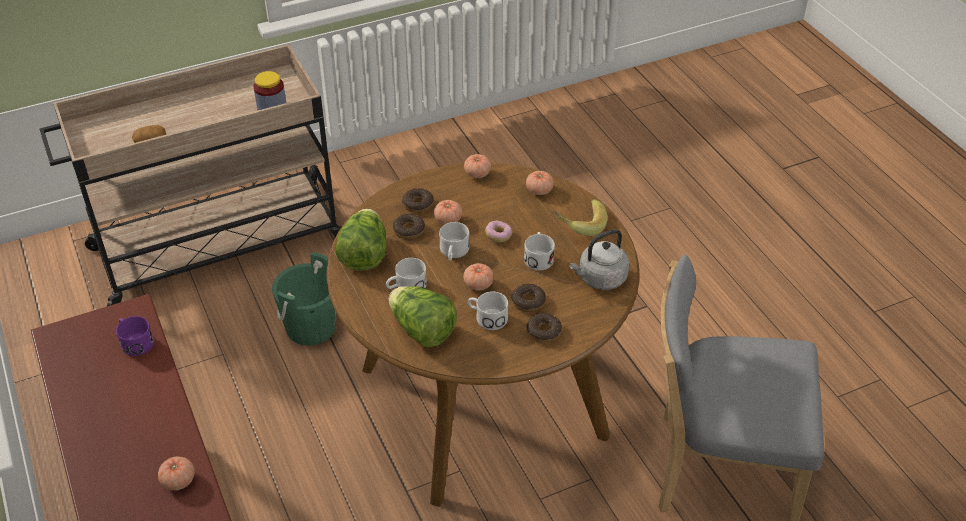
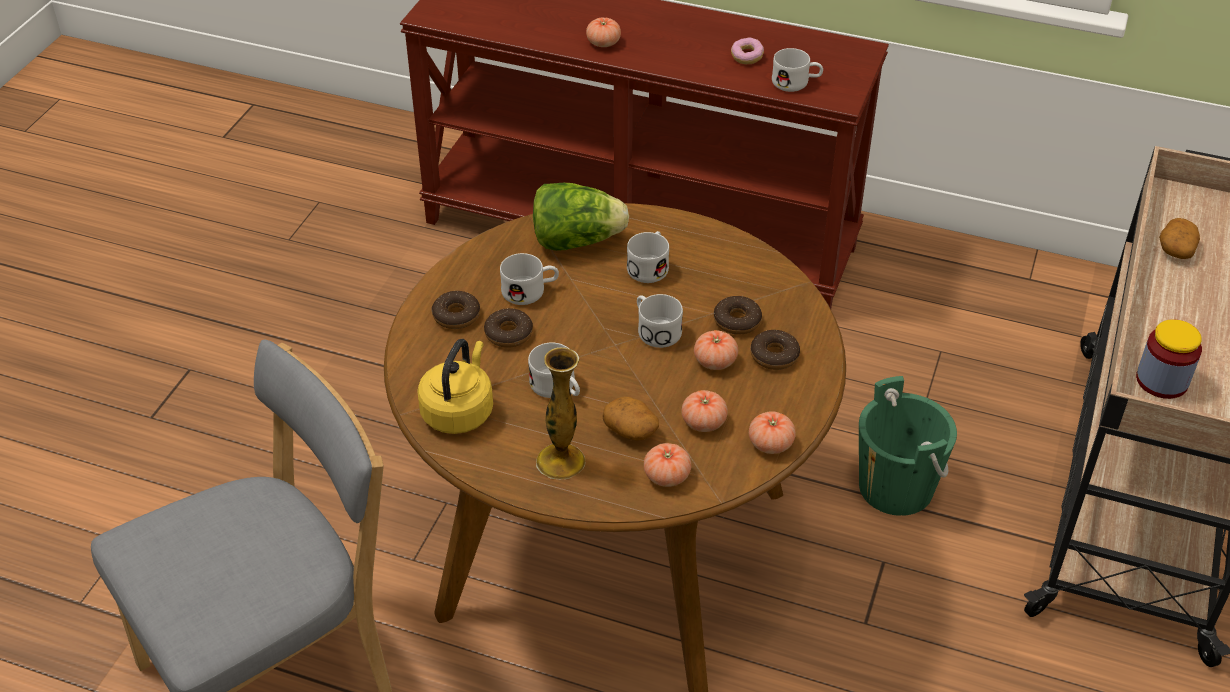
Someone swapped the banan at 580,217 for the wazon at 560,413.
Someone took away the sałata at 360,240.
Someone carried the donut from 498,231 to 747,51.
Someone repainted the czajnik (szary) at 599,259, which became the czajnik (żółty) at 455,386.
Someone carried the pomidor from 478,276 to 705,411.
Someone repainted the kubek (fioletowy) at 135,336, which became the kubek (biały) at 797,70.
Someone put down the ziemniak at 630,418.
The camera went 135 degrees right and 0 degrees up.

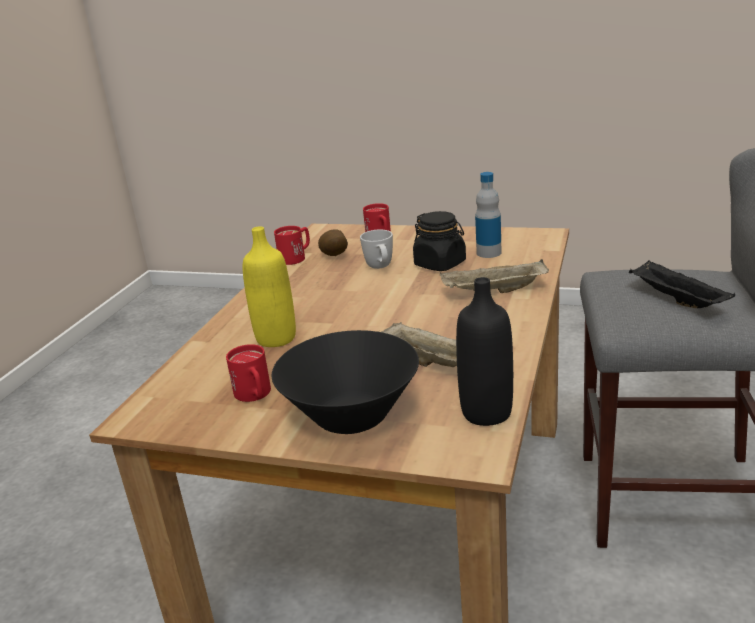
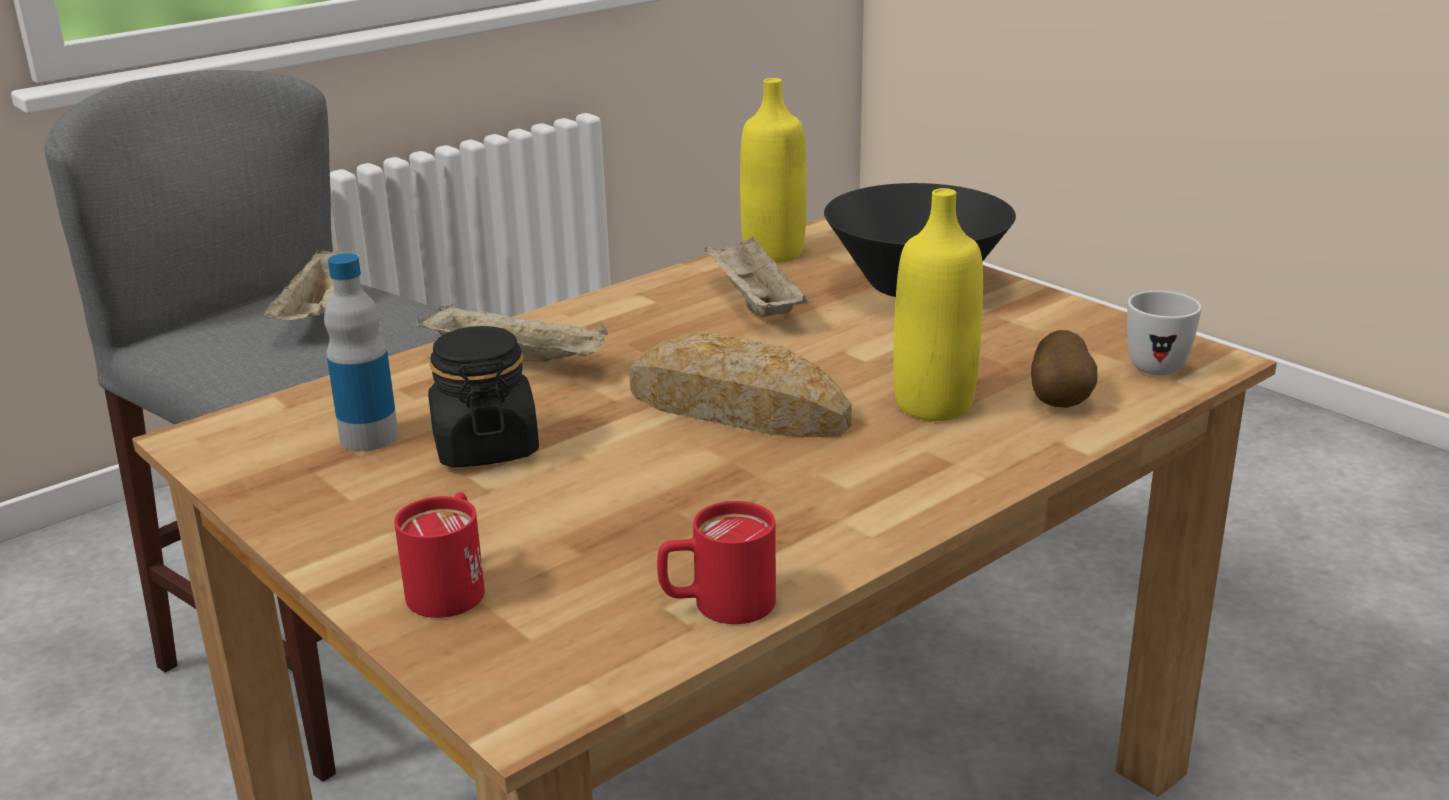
Someone carried the ziemniak from 333,242 to 1064,369.
Someone carried the kubek (biały) from 376,249 to 1164,333.
Someone repainted the taca (czarny) at 682,284, which became the taca (beżowy) at 311,284.
Someone repainted the butelka (czarny) at 484,351, which became the butelka (żółty) at 773,170.
Someone took away the kubek (czerwony) at 248,373.
Someone put down the chleb at 740,384.
The camera went 150 degrees left and 0 degrees up.

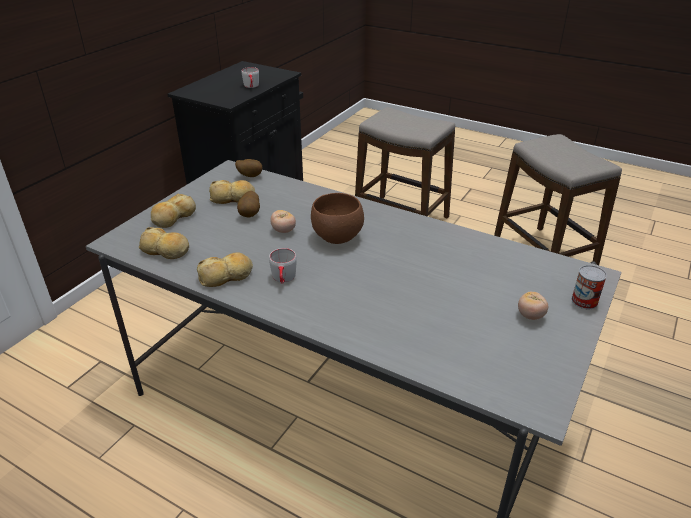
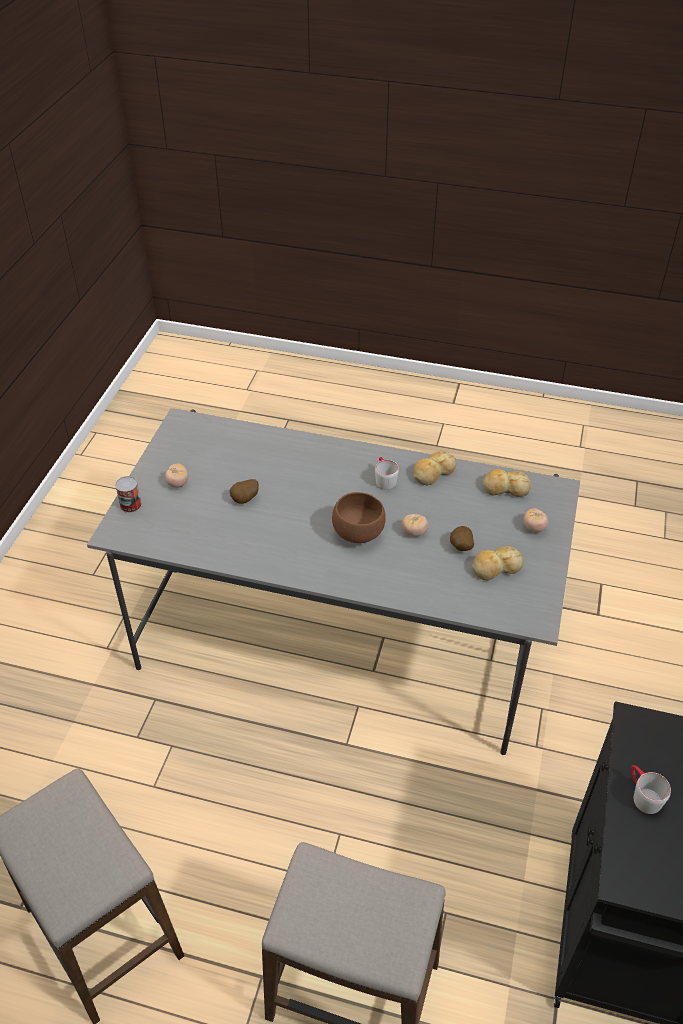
Someone carried the ziemniak from 248,168 to 244,491.
Someone swapped the chleb at 173,210 for the pomidor at 535,520.
The camera went 165 degrees right and 10 degrees up.

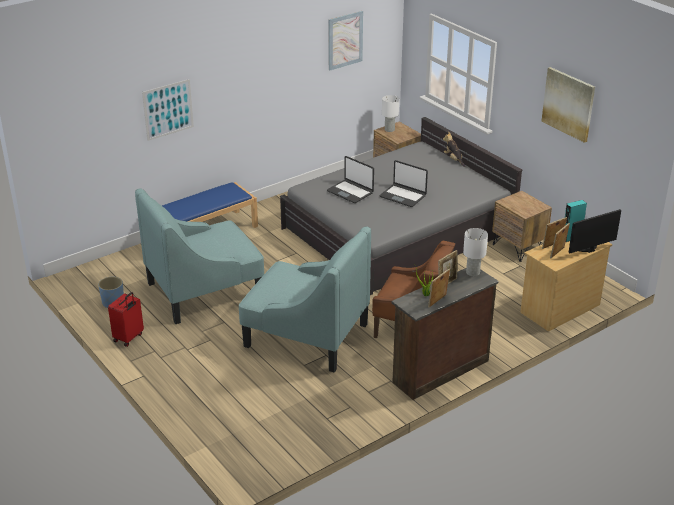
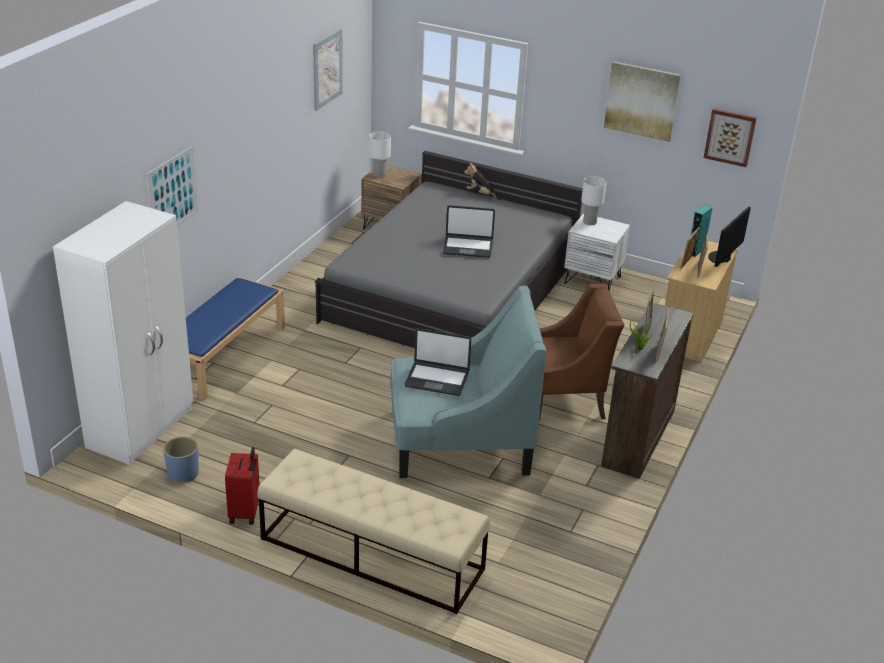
Someone carried the laptop from 350,179 to 438,362.
Someone took away the fotel (turkusowy) at 199,256.
Someone repainted the szafka nocna (brązowy) at 522,226, which became the szafka nocna (biały) at 597,252.
Someone carried the lampa stołowa (biały) from 475,252 to 594,200.
Someone put up the obraz at 730,137.
Someone put down the szafa (biały) at 123,333.
Someone put down the ławka (beżowy) at 374,531.
The camera went 30 degrees left and 0 degrees up.

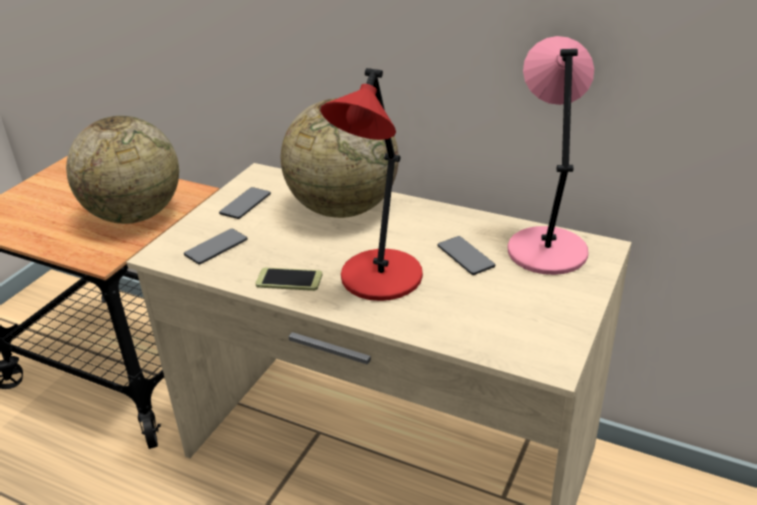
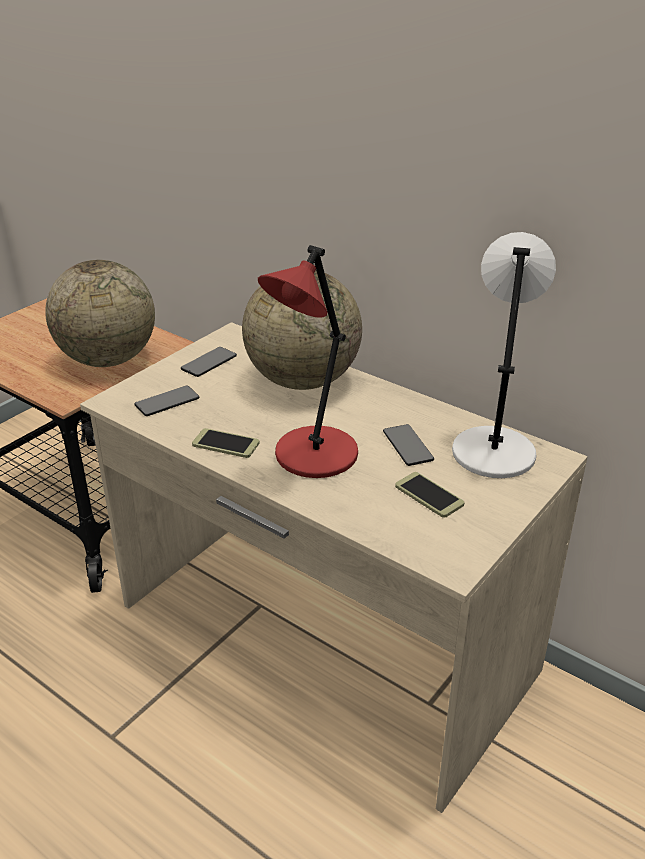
Someone repainted the lampa stołowa (różowy) at 551,155, which became the lampa stołowa (biały) at 504,355.
Someone put down the telefon at 430,495.
The camera went 10 degrees right and 0 degrees up.

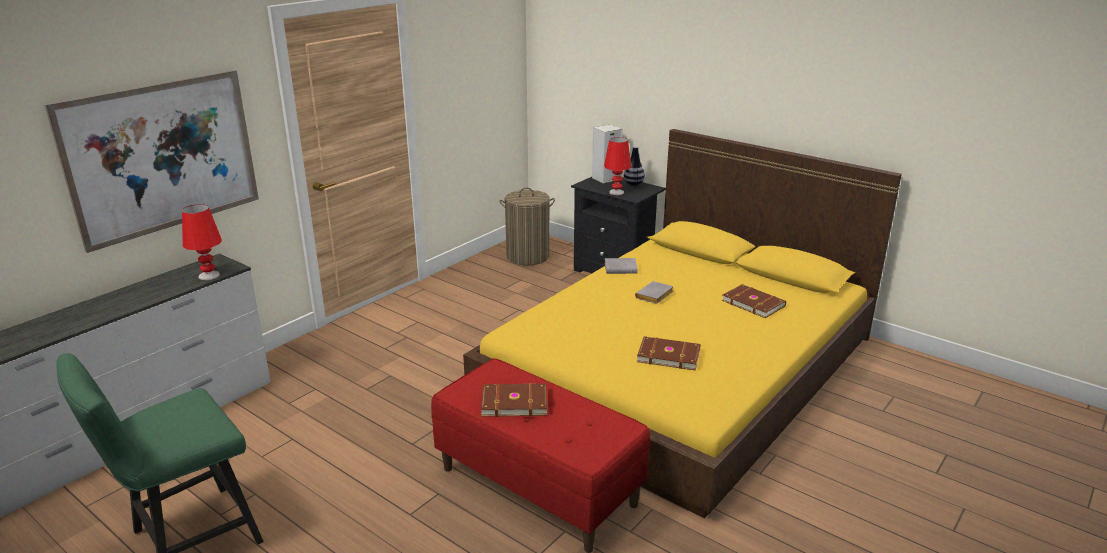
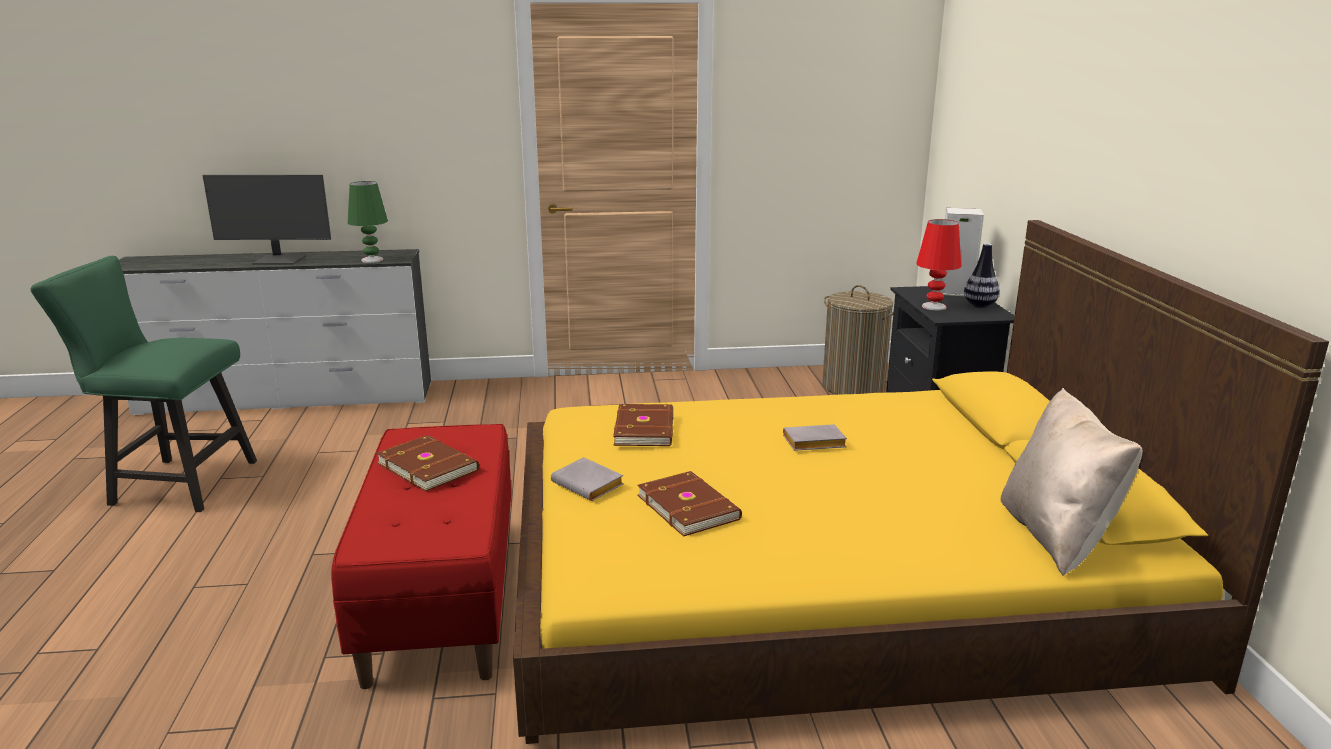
Someone took away the obraz at 151,161.
Someone repainted the lampa stołowa (czerwony) at 202,242, which became the lampa stołowa (zielony) at 368,222.
Someone carried the książka (szary) from 621,266 to 587,479.
Someone carried the książka (brązowy) from 754,301 to 643,425.
Someone put down the monitor at 267,219.
Someone put down the poduszka (beżowy) at 1072,482.
The camera went 45 degrees right and 5 degrees down.

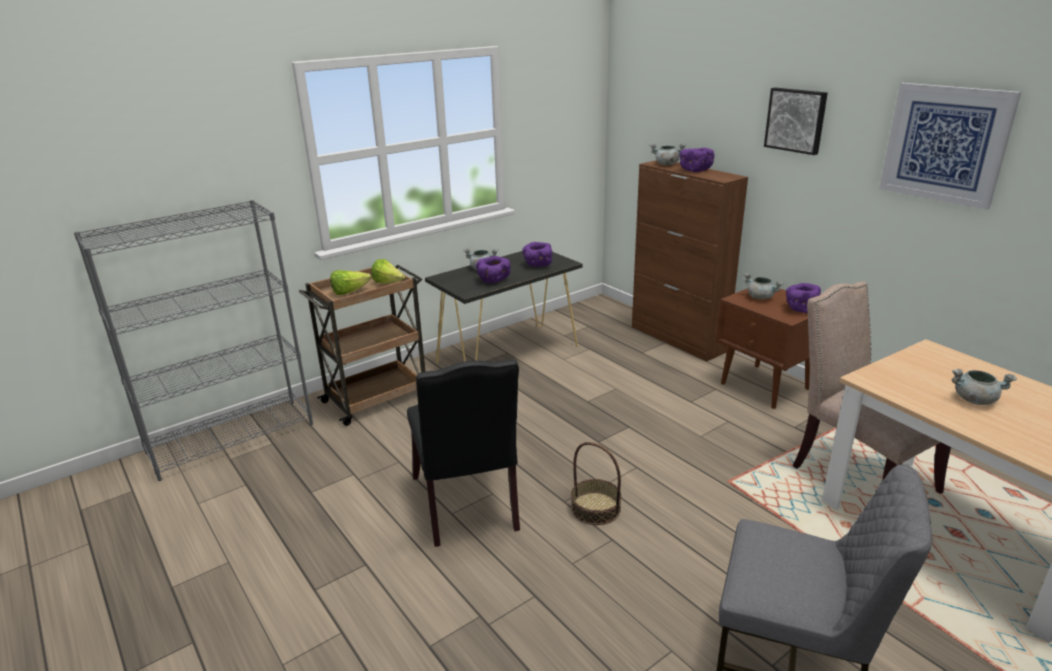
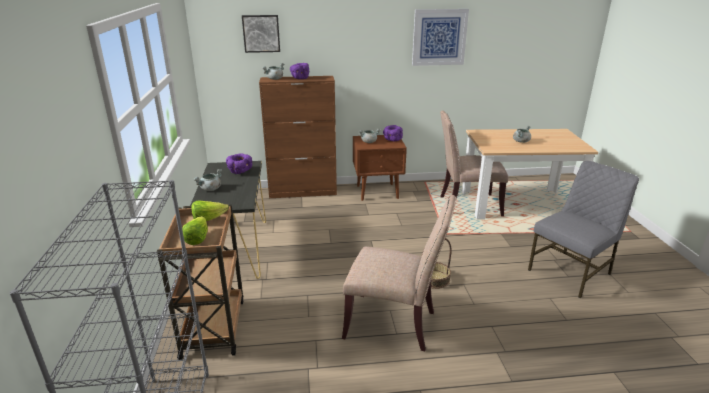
Someone carried the obraz from 796,121 to 261,34.
Someone took away the miska (fioletowy) at 493,269.
Someone repainted the krzesło (czarny) at 463,453, which became the krzesło (beżowy) at 399,273.
The camera went 60 degrees left and 0 degrees up.

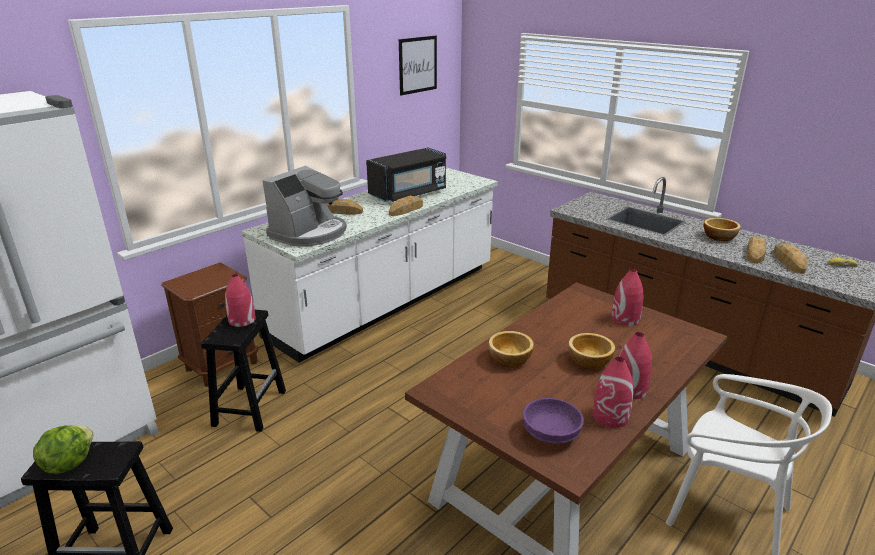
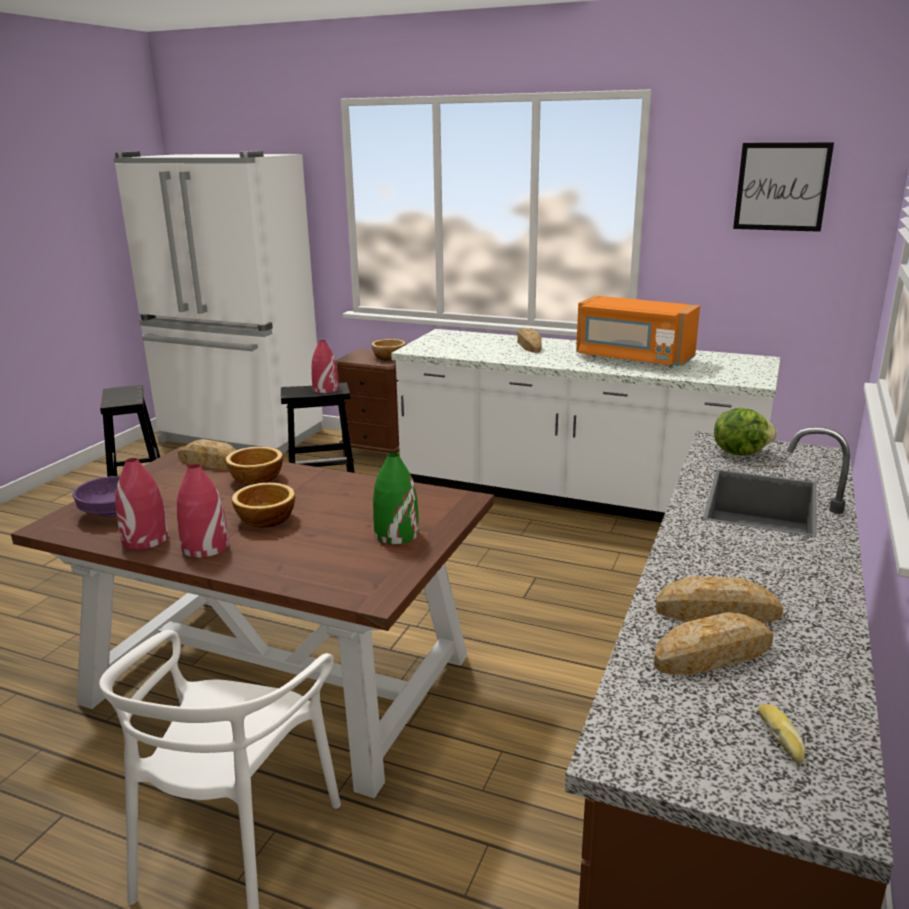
Someone repainted the mikrofalówka (czarny) at 406,175, which became the mikrofalówka (pomarańczowy) at 638,332.
Someone took away the ekspres do kawy at 304,206.
Someone carried the chleb from 406,206 to 207,454.
Someone carried the miska from 722,229 to 388,350.
Someone repainted the wazon (czerwony) at 627,297, which became the wazon (zielony) at 396,498.
Someone carried the sałata from 63,449 to 745,431.
The camera went 70 degrees right and 5 degrees down.

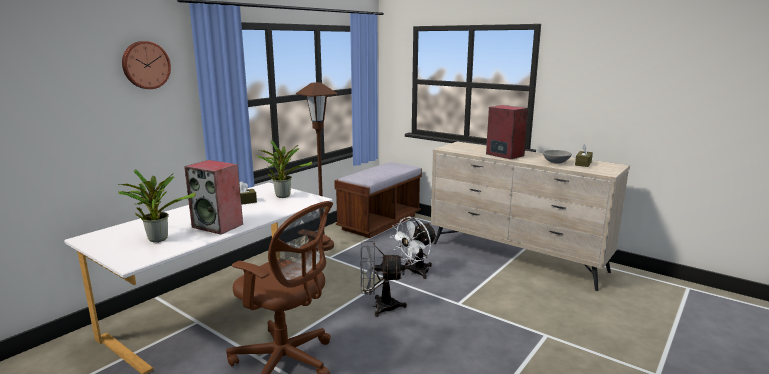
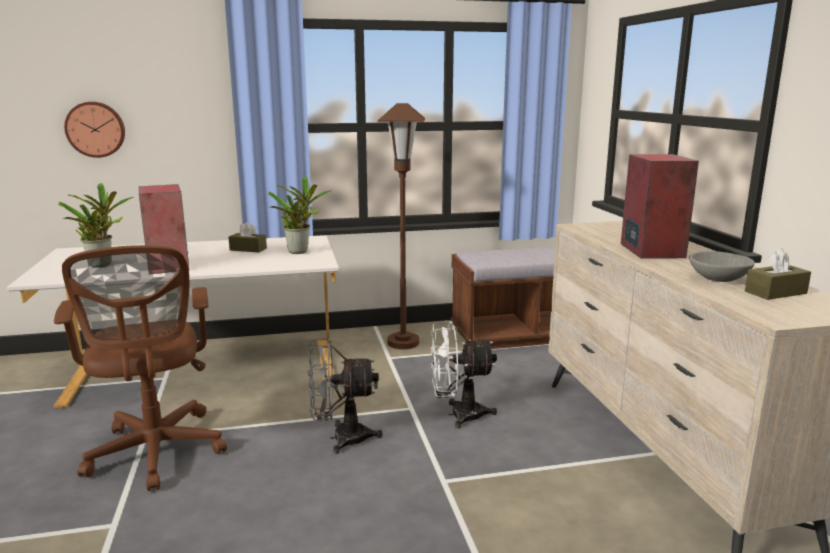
Someone carried the zegar ścienny from 146,65 to 94,130.
Someone rotated the wentylator (szary) at 383,279 by 45 degrees counterclockwise.
The camera went 40 degrees right and 0 degrees up.

